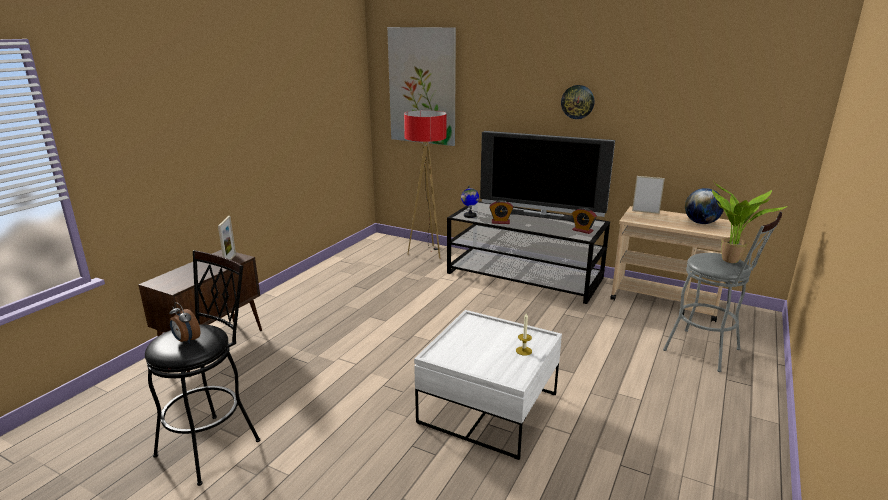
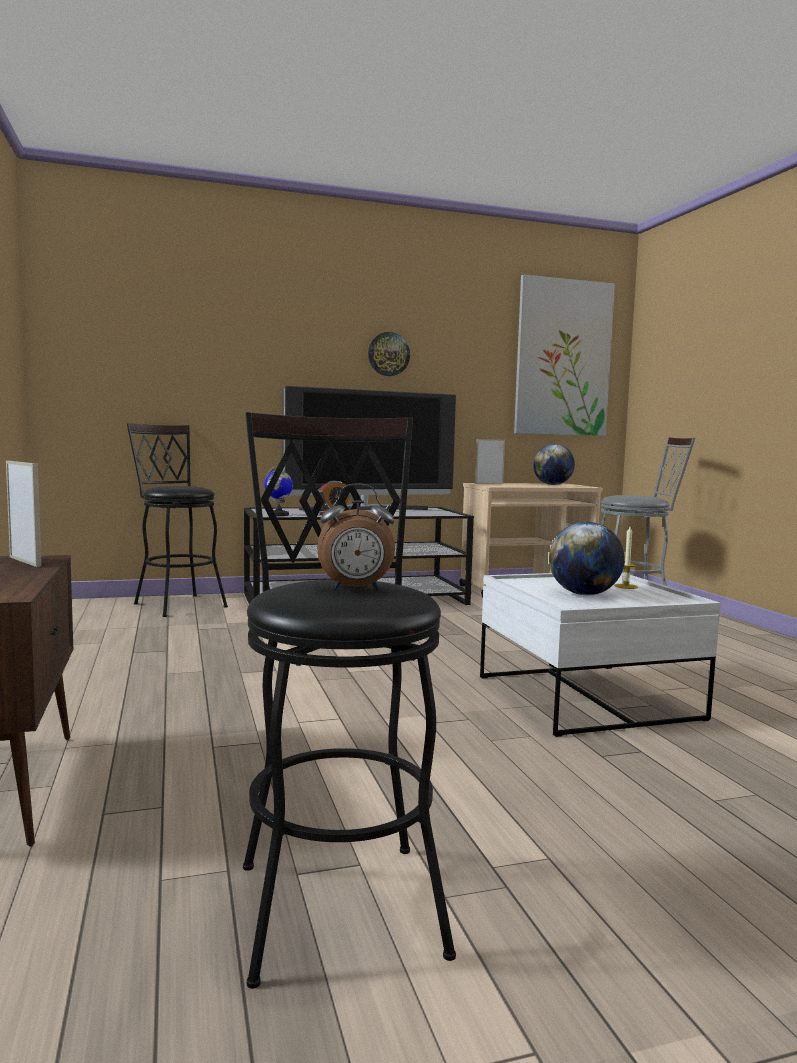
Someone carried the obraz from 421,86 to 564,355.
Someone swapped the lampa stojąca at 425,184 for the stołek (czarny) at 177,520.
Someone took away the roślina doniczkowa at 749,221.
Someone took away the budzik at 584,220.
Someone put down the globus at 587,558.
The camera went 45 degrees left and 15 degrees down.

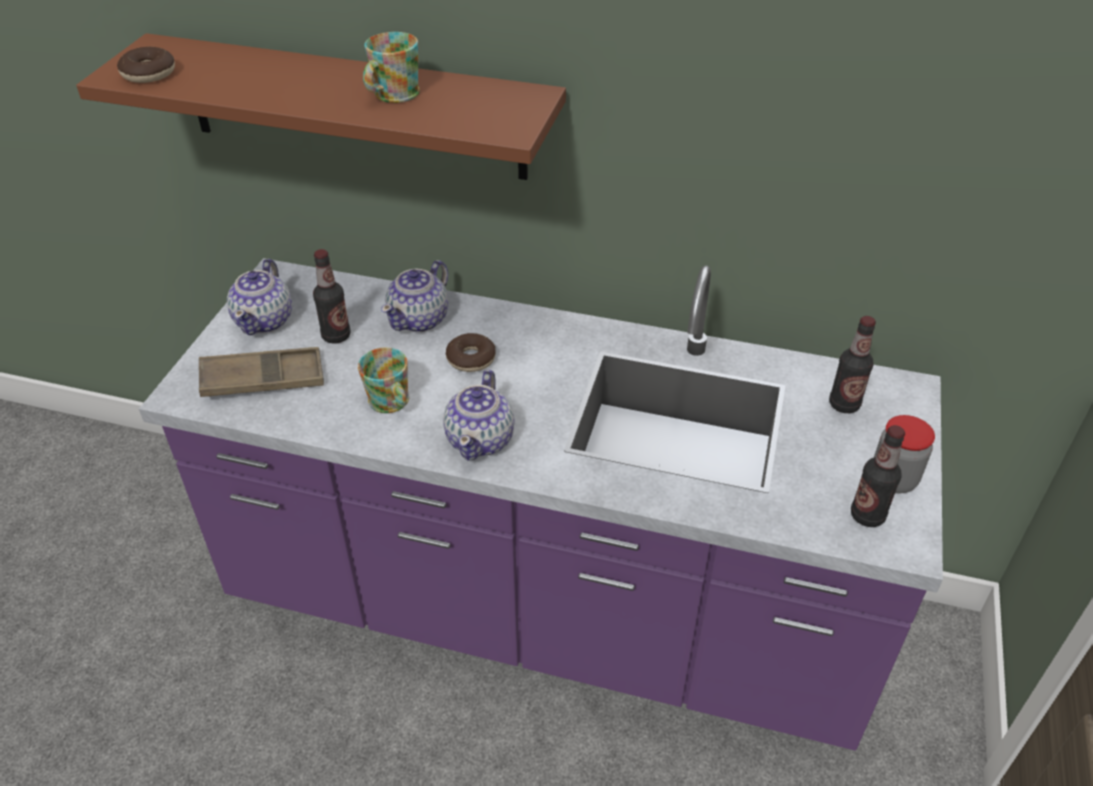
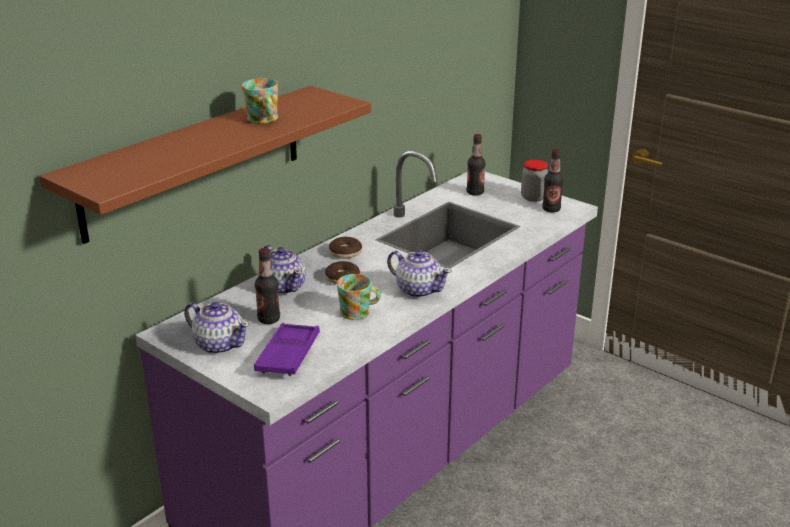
Someone carried the donut from 146,65 to 345,248.
Someone repainted the taca (brązowy) at 261,372, which became the taca (fioletowy) at 287,349.
The camera went 65 degrees left and 15 degrees down.

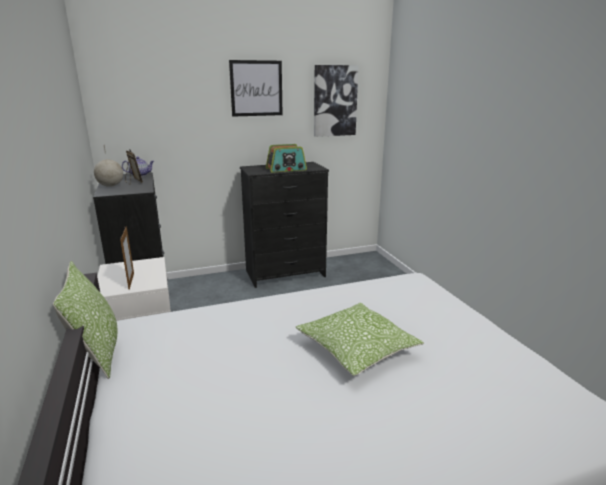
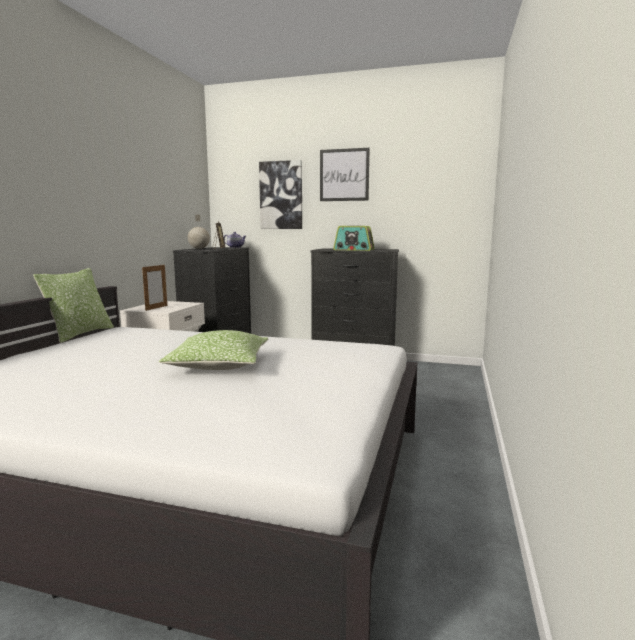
Someone carried the obraz from 336,101 to 280,194.
The camera went 35 degrees right and 10 degrees down.

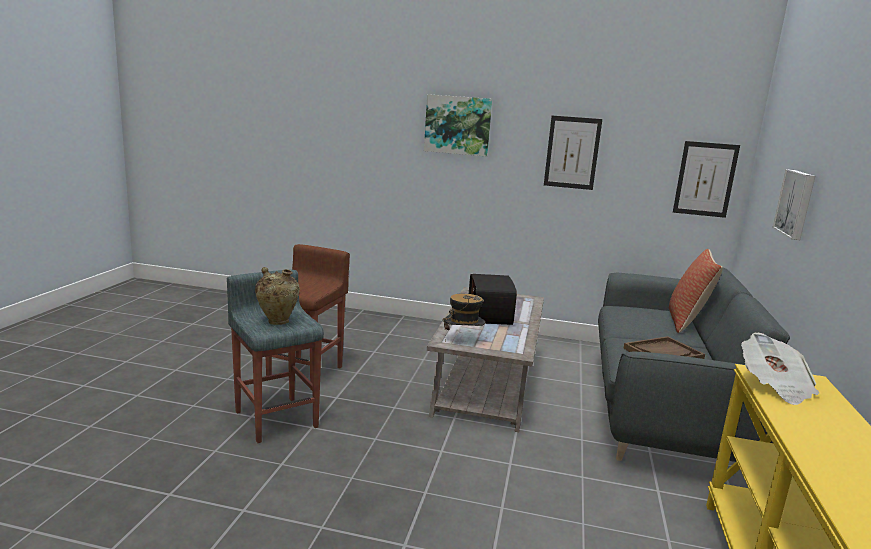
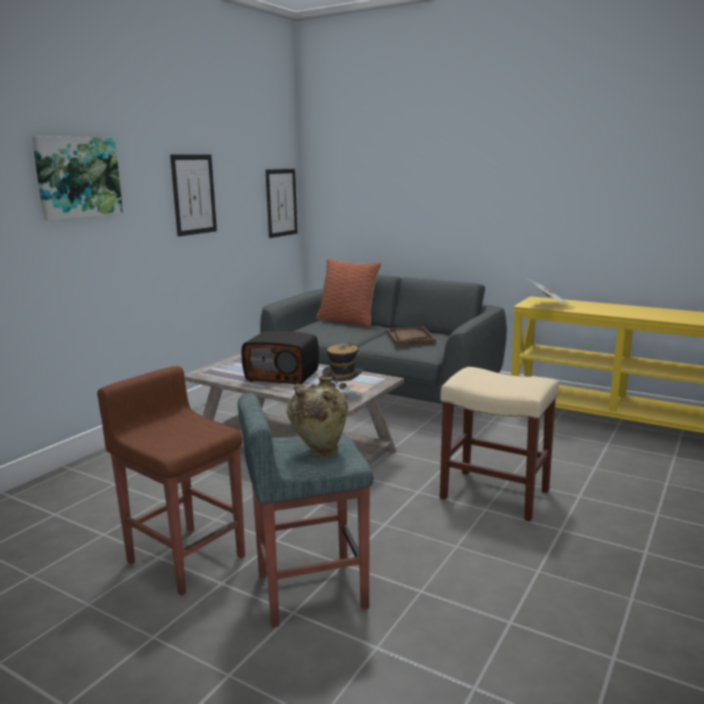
Someone took away the obraz at 793,204.
Someone put down the stołek (beżowy) at 499,444.
The camera went 70 degrees left and 0 degrees up.

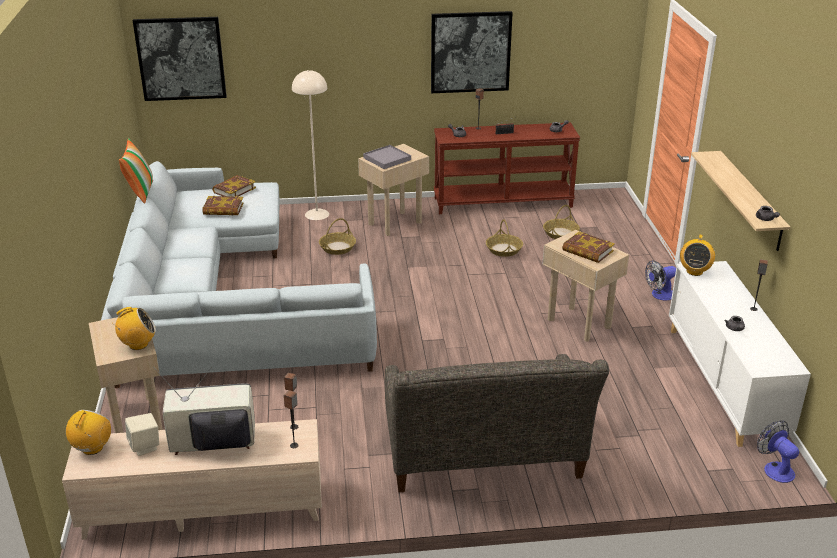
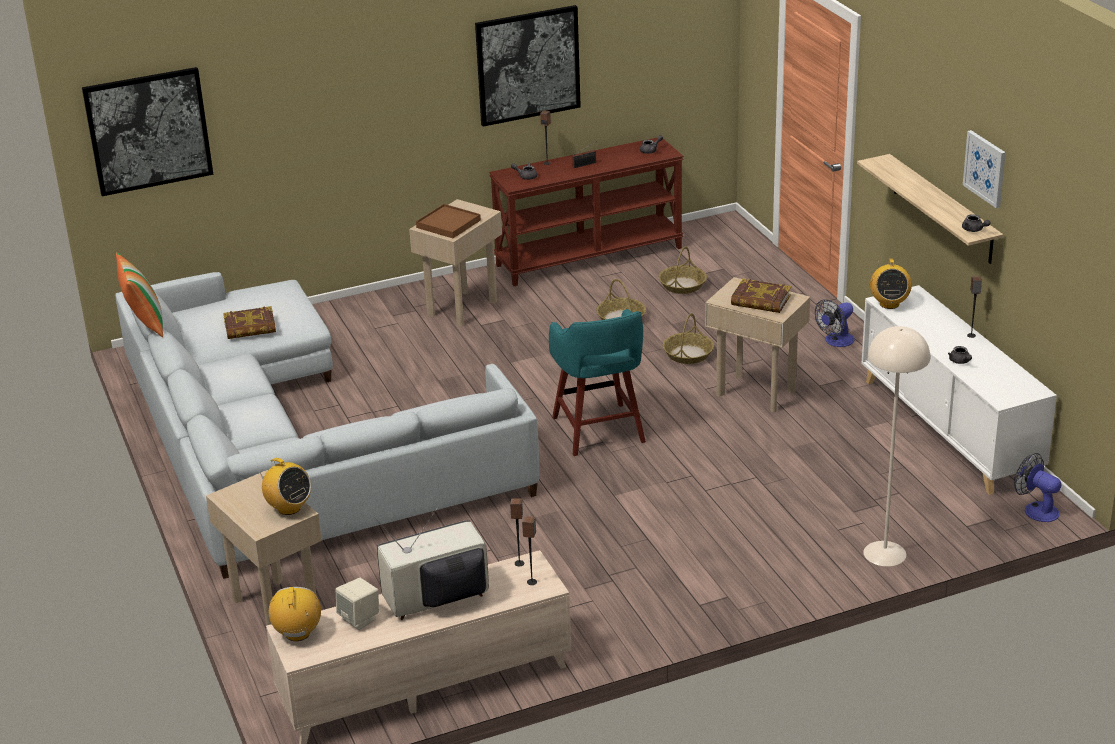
Someone carried the lampa stojąca (beżowy) from 310,145 to 896,446.
Someone repainted the taca (szary) at 387,157, which became the taca (brązowy) at 448,221.
Someone took away the książka at 234,186.
Someone carried the koszyk from 337,236 to 688,338.
Someone rotated the radio at 134,328 by 75 degrees clockwise.
Someone took away the kanapa (szary) at 497,423.
Someone put up the obraz at 984,169.
Someone put down the stołek (turkusowy) at 597,382.
The camera went 15 degrees left and 0 degrees up.

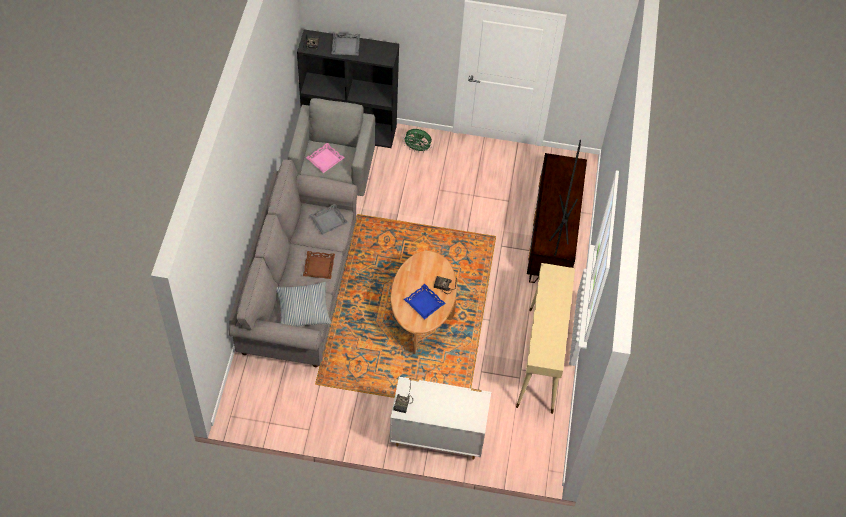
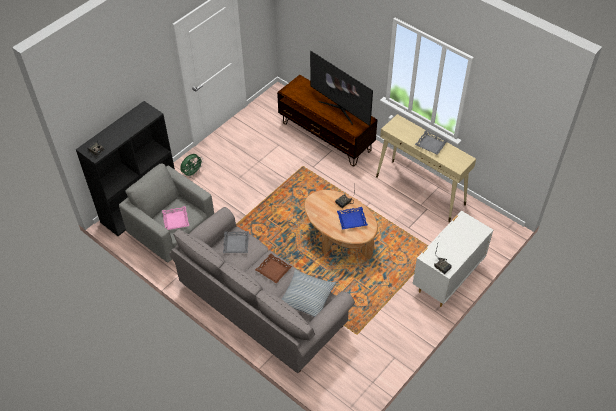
Someone carried the taca (szary) from 346,44 to 431,142.
The camera went 55 degrees left and 5 degrees down.

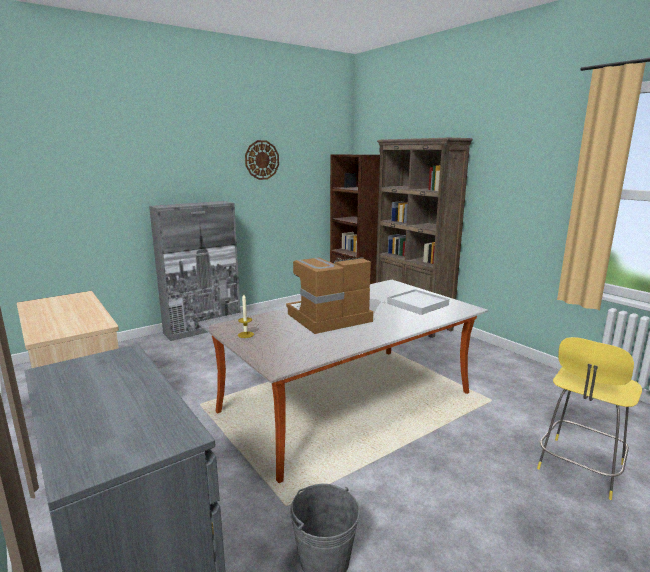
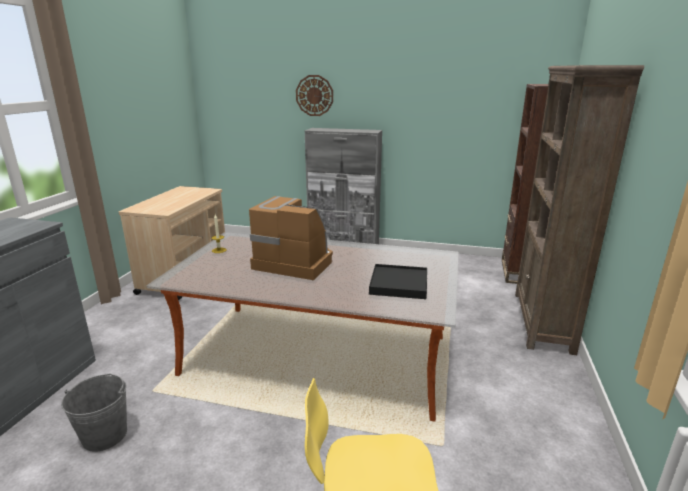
Someone carried the zegar ścienny from 262,160 to 314,95.
Someone repainted the taca (biały) at 418,302, which became the taca (czarny) at 398,281.
The camera went 50 degrees right and 5 degrees up.

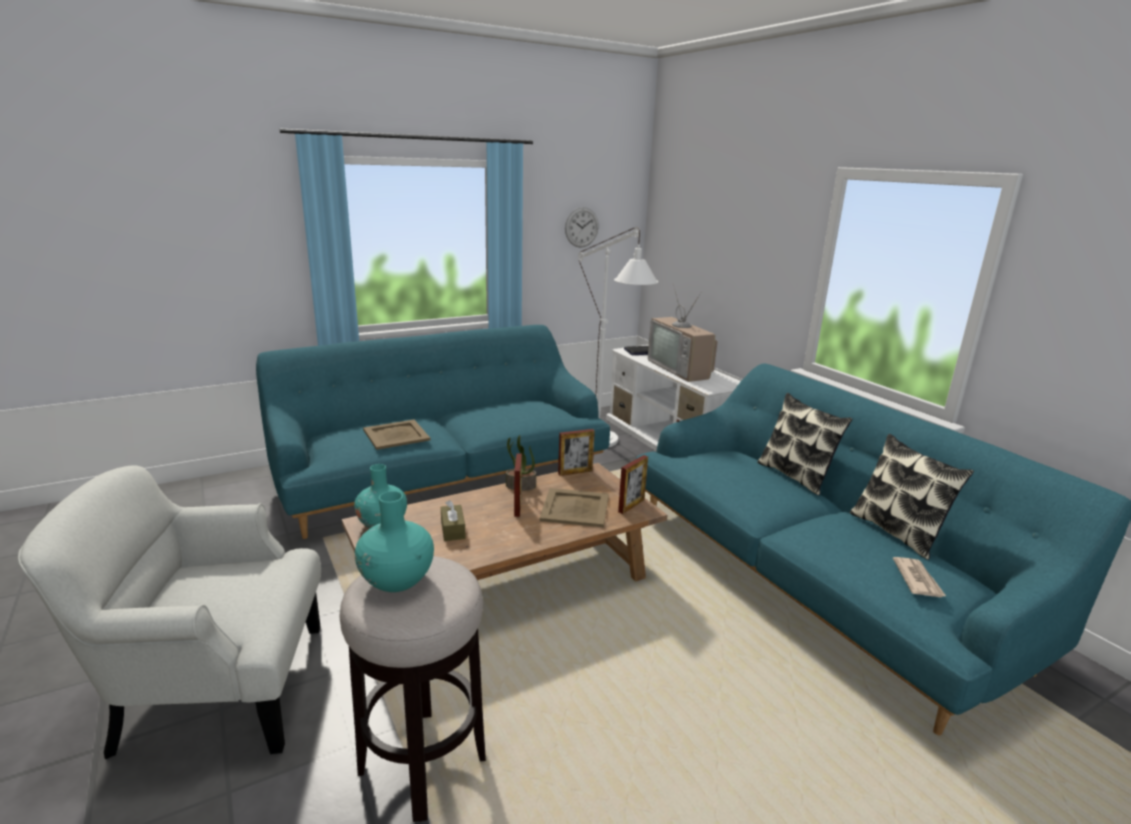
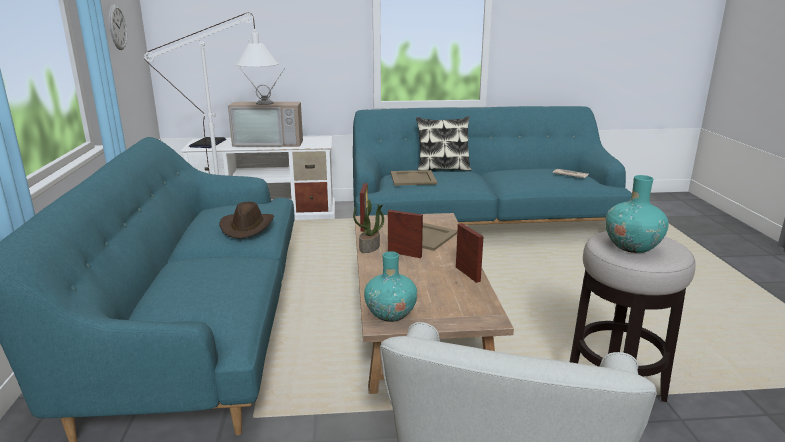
Someone carried the taca (beżowy) from 396,435 to 414,178.
Someone took away the poduszka at 912,497.
Someone carried the ramka na zdjęcie from 633,484 to 470,253.
Someone took away the pudełko chusteczek (brązowy) at 453,520.
Someone put down the kapelusz (brązowy) at 246,220.
The camera went 65 degrees left and 0 degrees up.

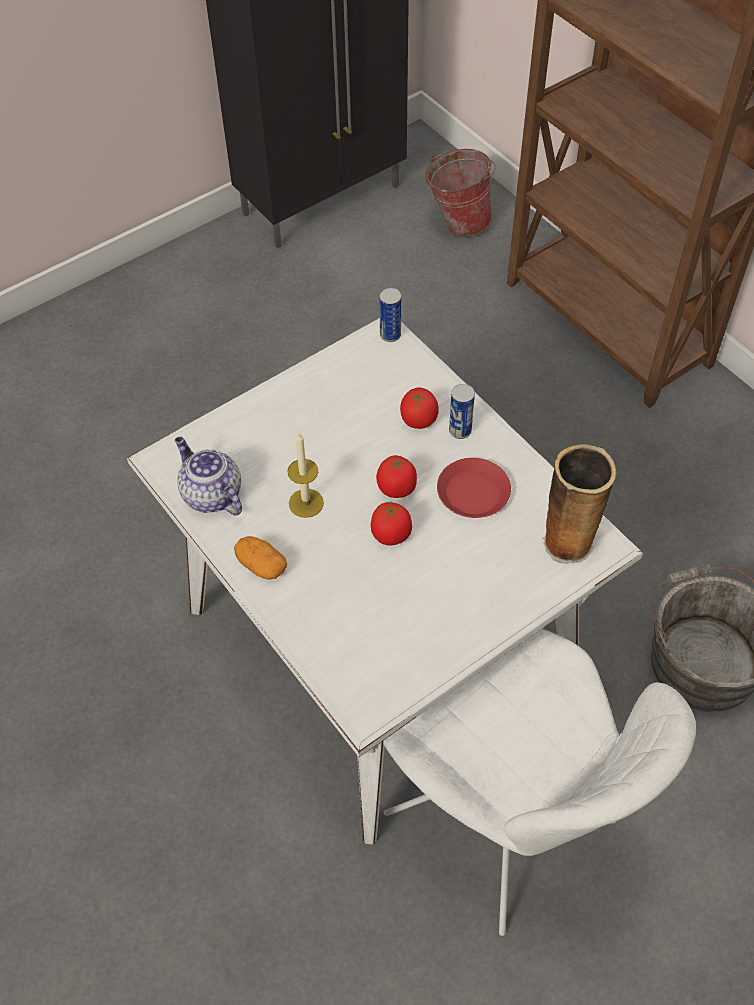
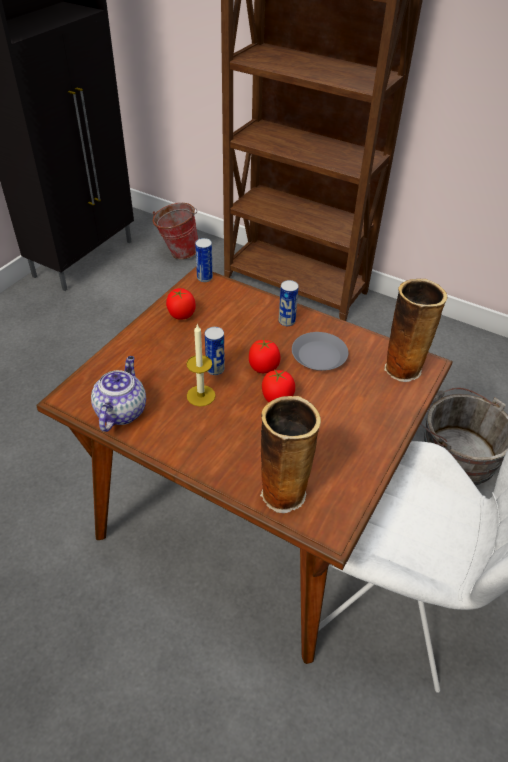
Someone repainted the stół jadalny (biały) at 385,581, which became the stół jadalny (brązowy) at 244,465.
Someone carried the pomidor from 419,408 to 181,304.
Someone rotated the imbryk at 208,476 by 75 degrees clockwise.
Someone repainted the talerz (czerwony) at 474,488, which became the talerz (szary) at 320,351.
Someone took away the ziemniak at 260,558.
Someone put down the puszka at 215,351.
Someone put down the wazon at 290,454.
The camera went 25 degrees left and 10 degrees down.

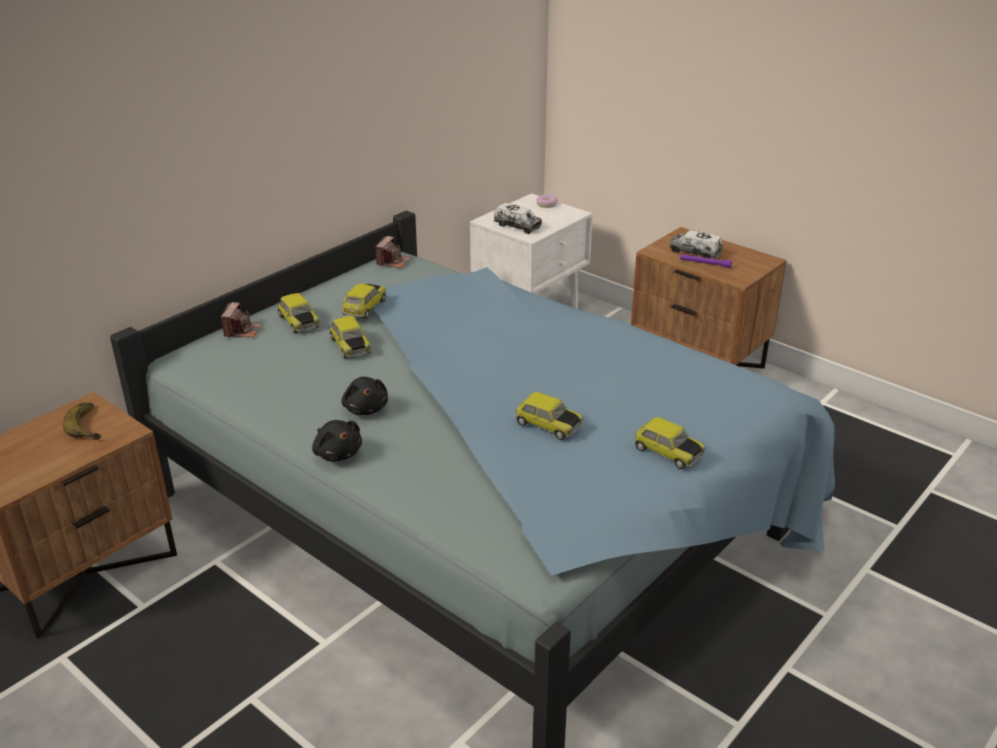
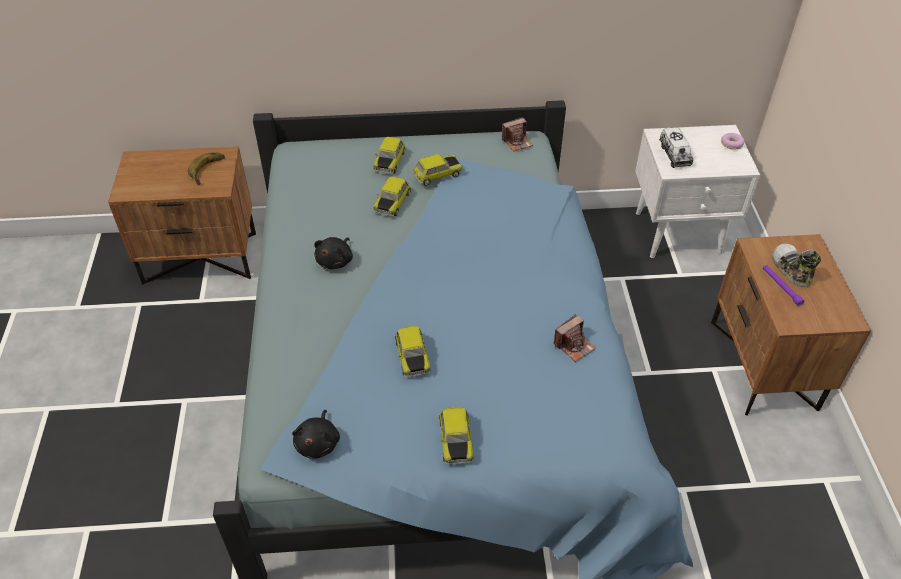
Someone swapped the ciężarówka zabawkowa at 696,244 for the but at 796,265.
Someone carried the aparat fotograficzny from 242,320 to 575,338.
Someone carried the pluszak (czarny) from 337,441 to 316,434.
The camera went 45 degrees right and 15 degrees up.

